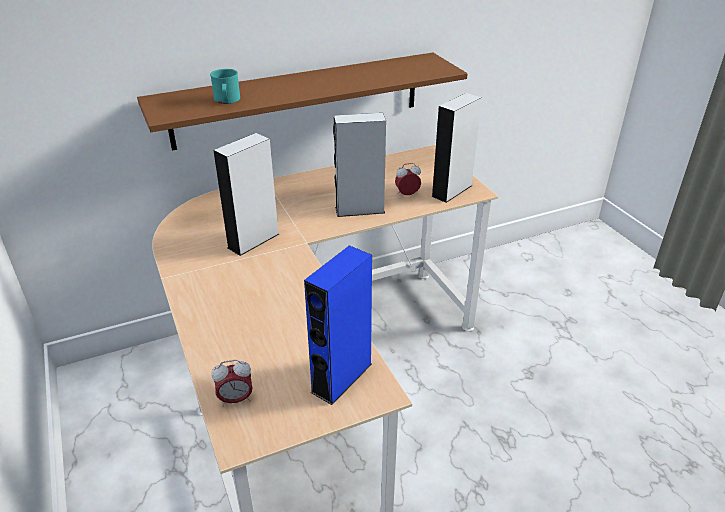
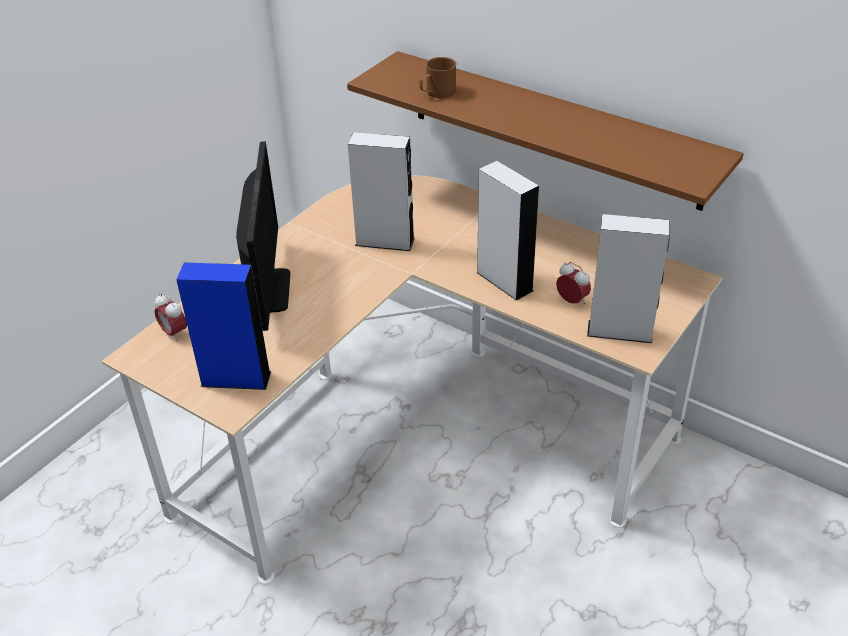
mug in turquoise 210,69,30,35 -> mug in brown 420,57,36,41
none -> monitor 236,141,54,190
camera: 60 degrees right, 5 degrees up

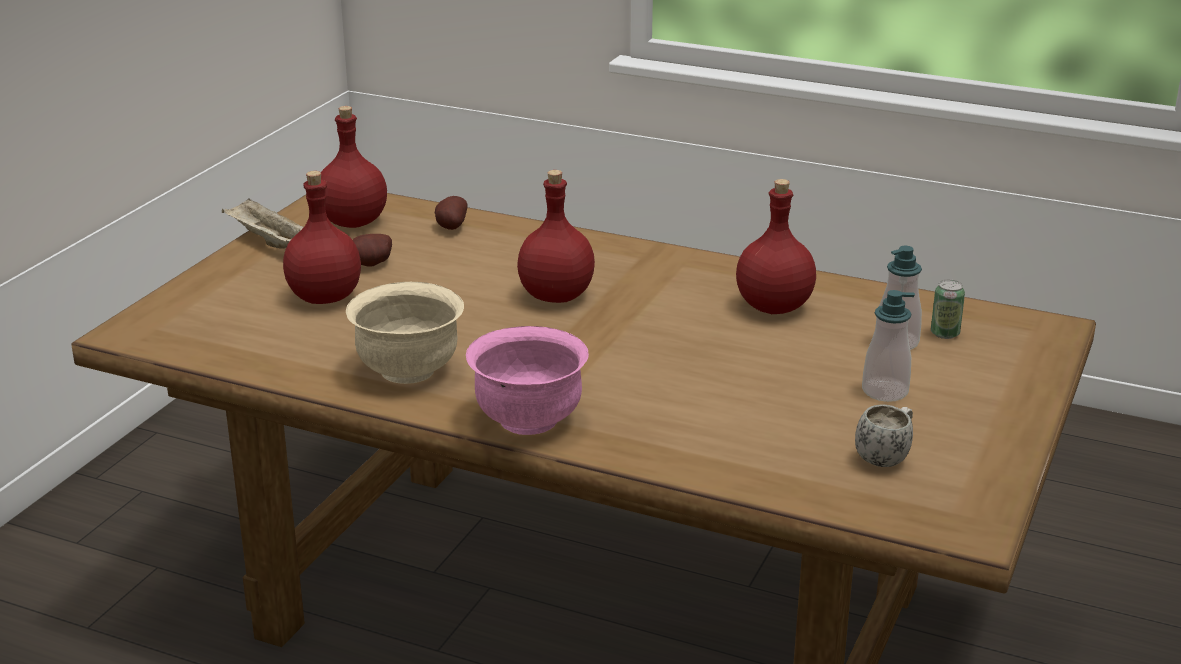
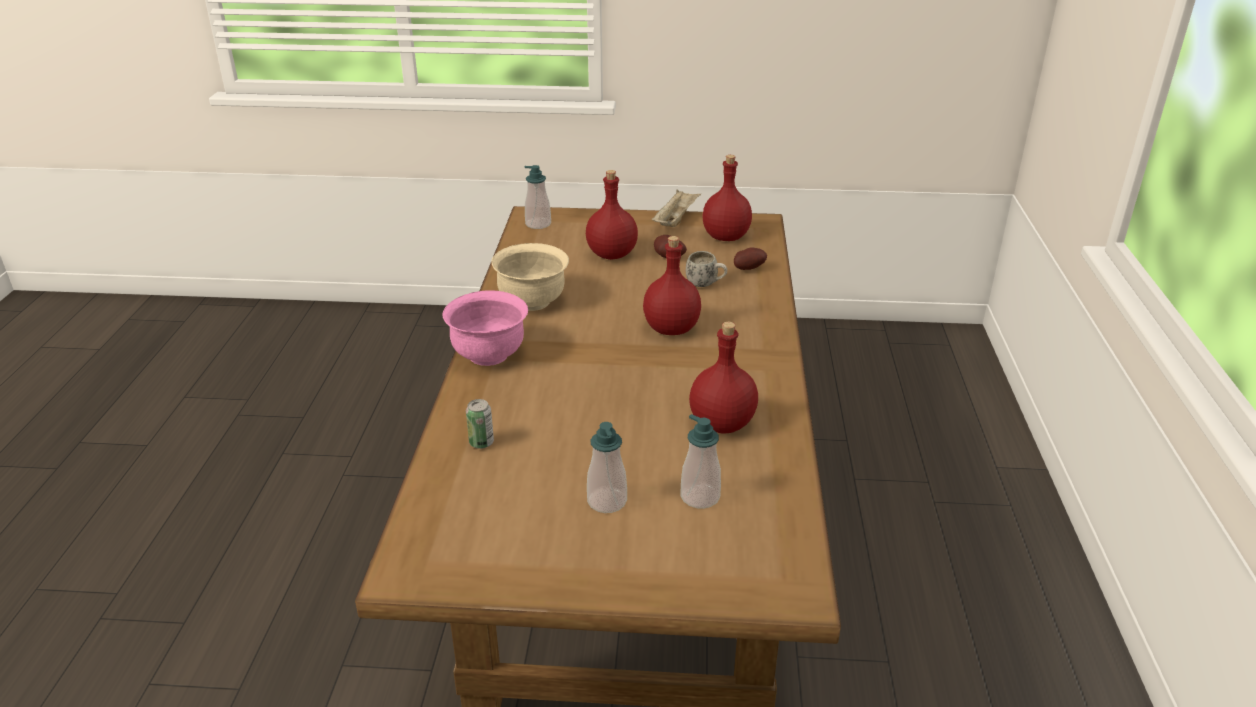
can 931,280,34,59 -> can 466,399,28,50, moved
mug in white 855,404,58,63 -> mug in white 686,251,41,36, moved
none -> soap dispenser 524,165,27,64
camera: 70 degrees right, 5 degrees up

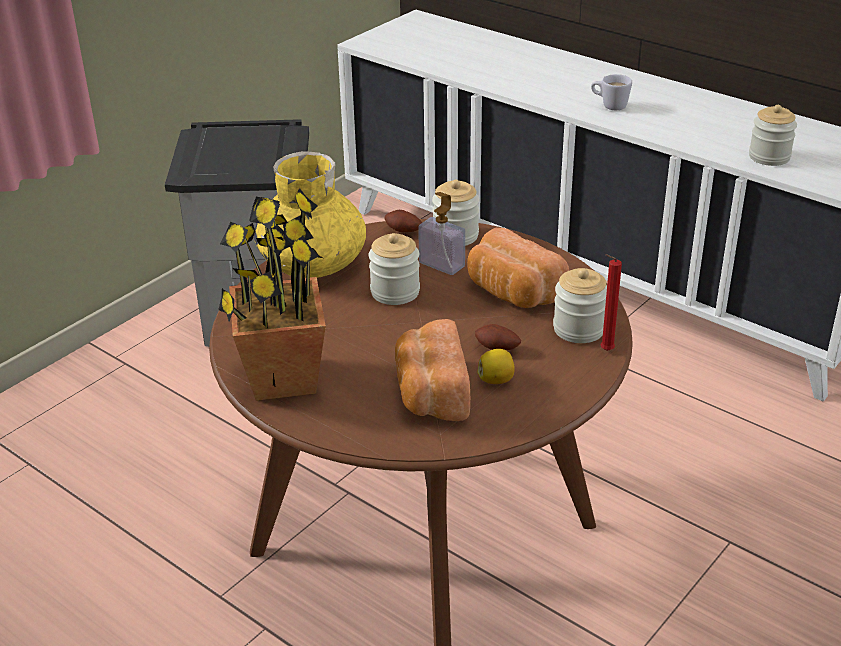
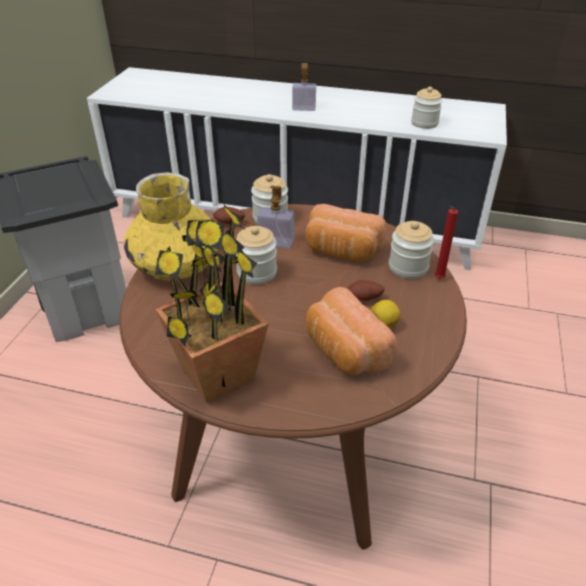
mug in white 591,74,41,36 -> soap dispenser 292,63,24,48
camera: 25 degrees left, 5 degrees up

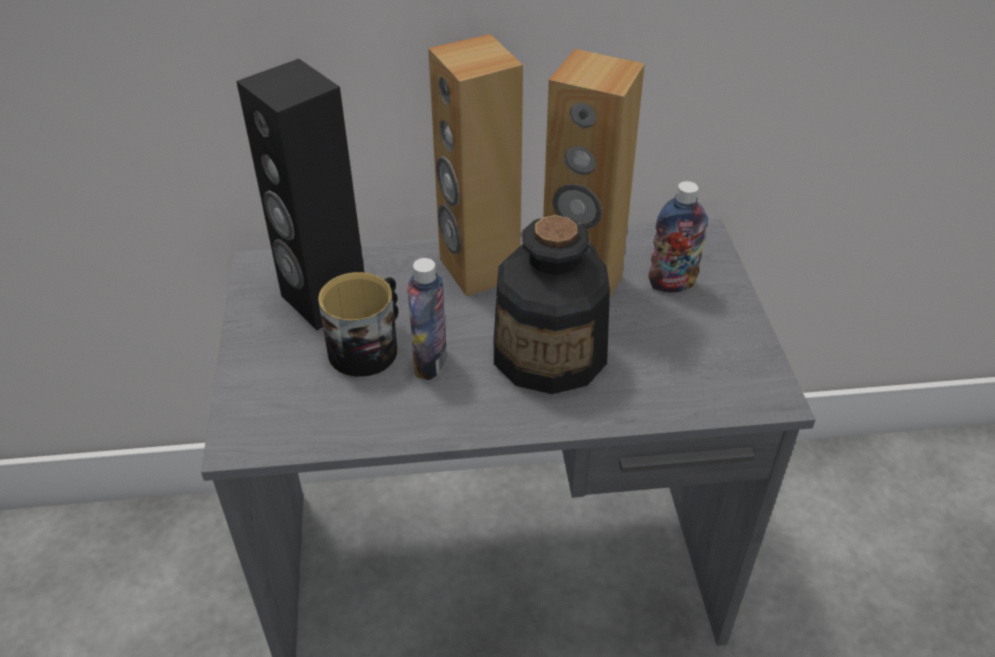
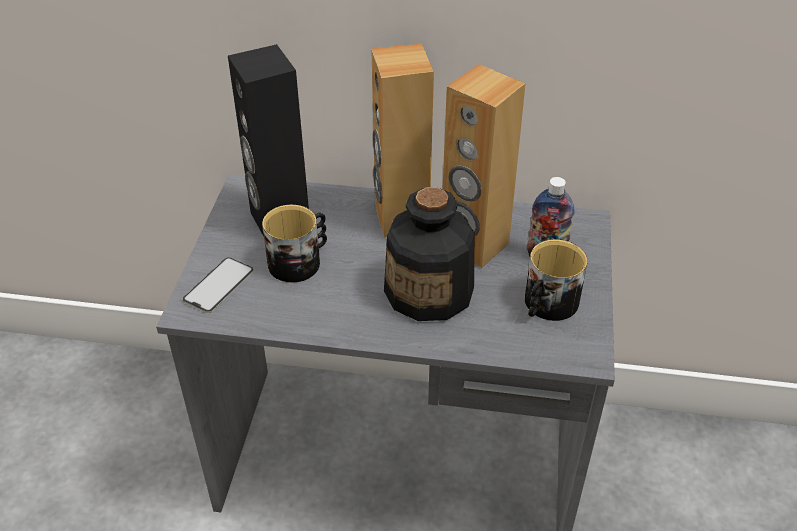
bottle 407,258,40,122 -> none
none -> mug 525,239,62,82
none -> phone 183,257,71,56
camera: 15 degrees right, 0 degrees up

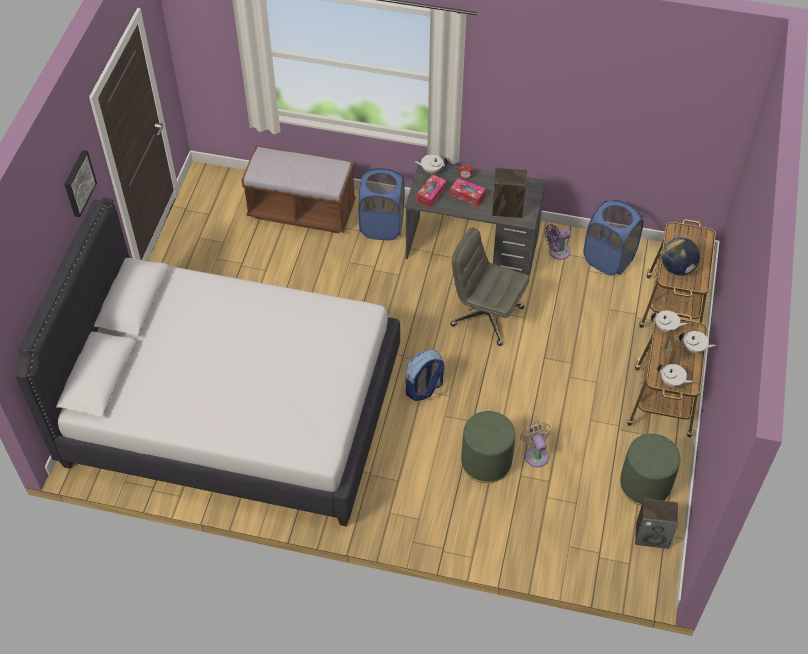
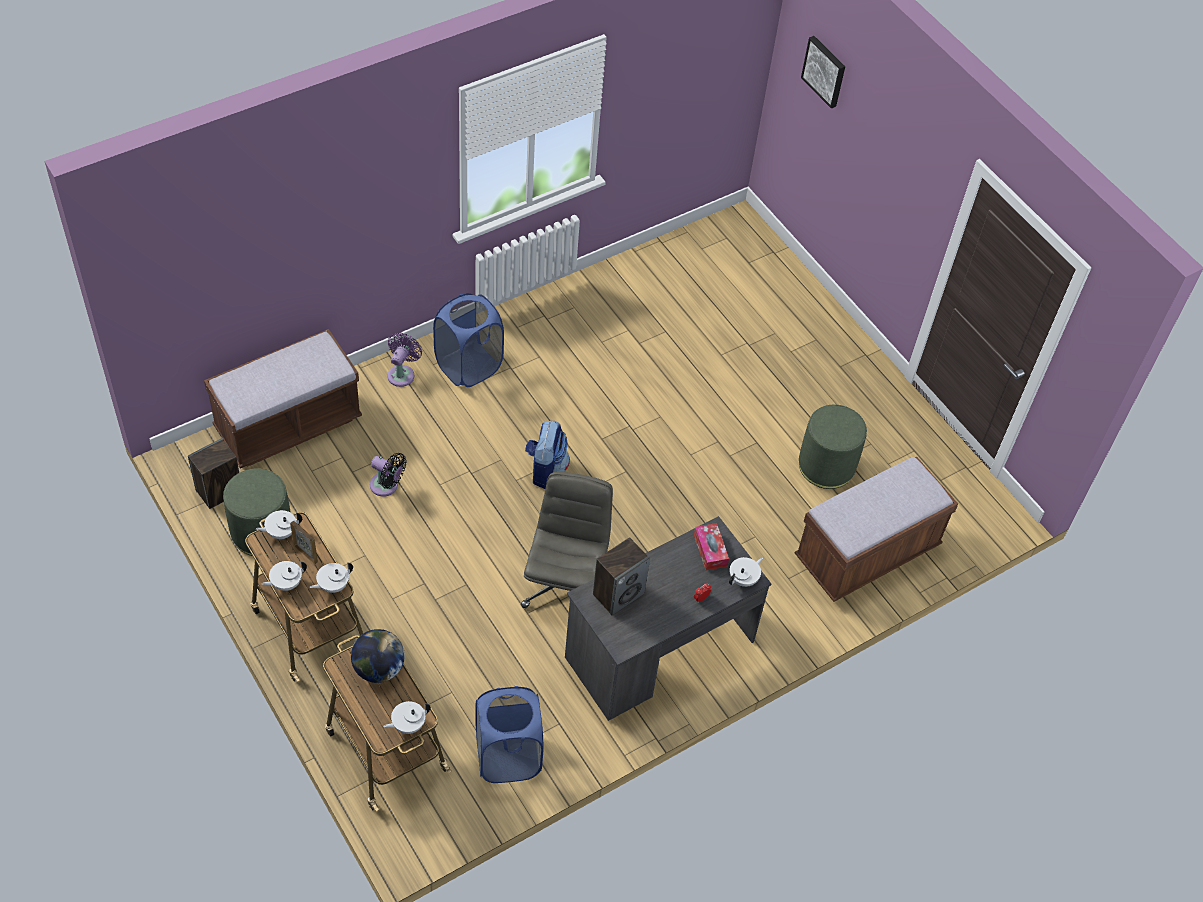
picture 65,150,32,67 -> picture 801,36,44,72, moved
laundry basket in blue 358,168,46,72 -> laundry basket in blue 433,293,71,94, moved
tissue box 450,178,36,28 -> none
bed in white 15,197,385,330 -> none
fan in purple 545,224,26,36 -> fan in purple 387,333,35,54, moved
office chair in grey 450,227,79,119 -> office chair in grey 521,471,92,137, 60 degrees counterclockwise
ottoman in green 461,411,54,72 -> ottoman in green 799,405,68,84, moved
fan in beige 520,422,32,45 -> fan in black 370,453,36,44
none -> bench in brown 204,329,158,139
none -> teapot in white 383,701,48,33
camera: 130 degrees right, 0 degrees up

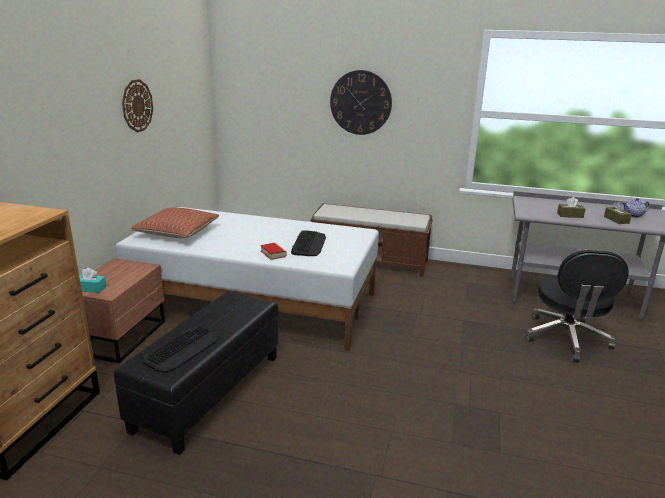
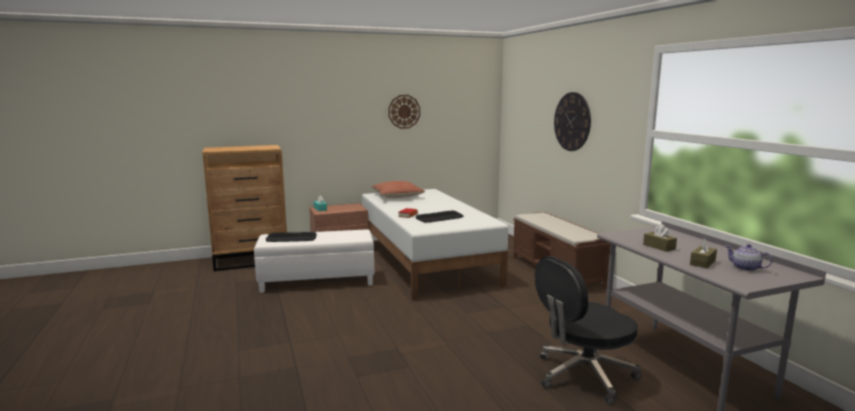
ottoman in black 114,291,164,164 -> ottoman in white 254,229,120,64
camera: 55 degrees right, 10 degrees down

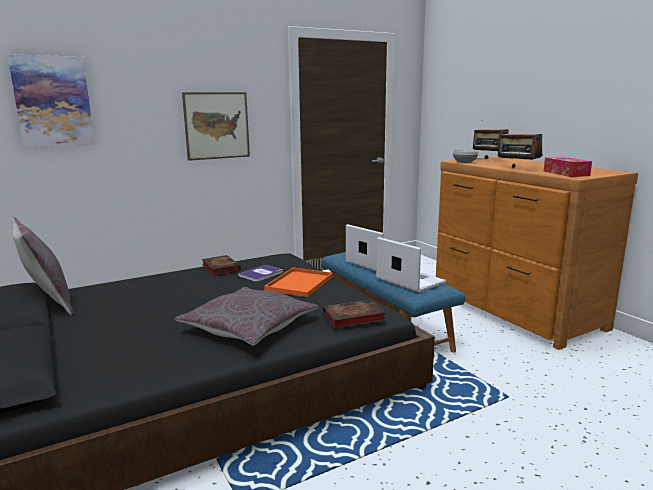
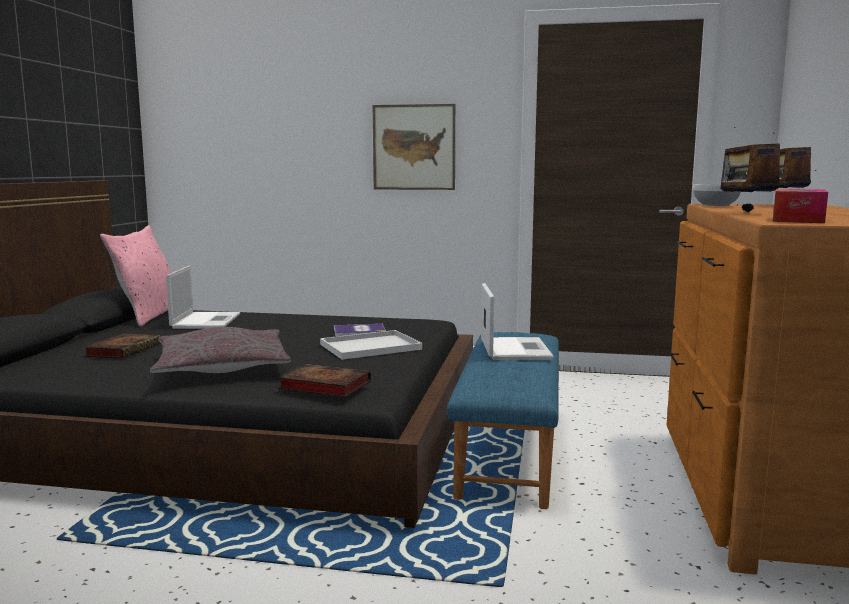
picture 7,54,88,93 -> none
pillow in grey 11,217,63,98 -> pillow in pink 100,225,71,102
laptop 376,237,70,56 -> laptop 166,266,74,63, moved
book 202,255,39,21 -> book 84,333,76,25, moved
tray in orange 264,268,69,29 -> tray in white 320,330,102,30
camera: 40 degrees right, 5 degrees down

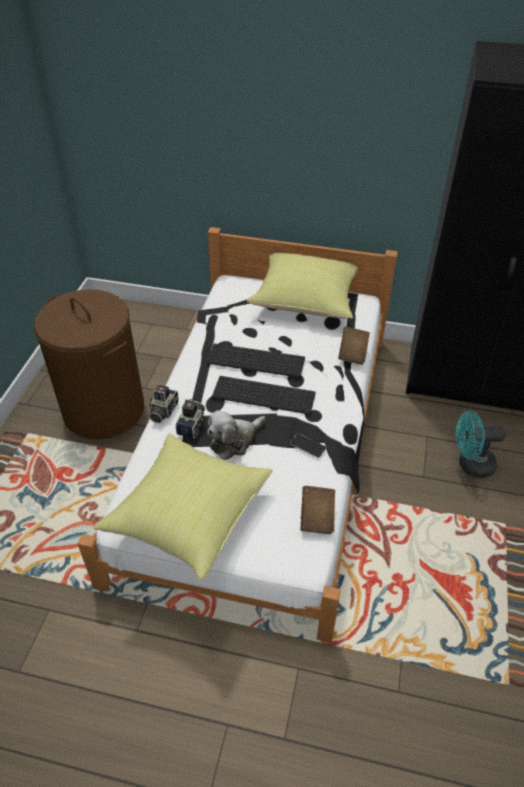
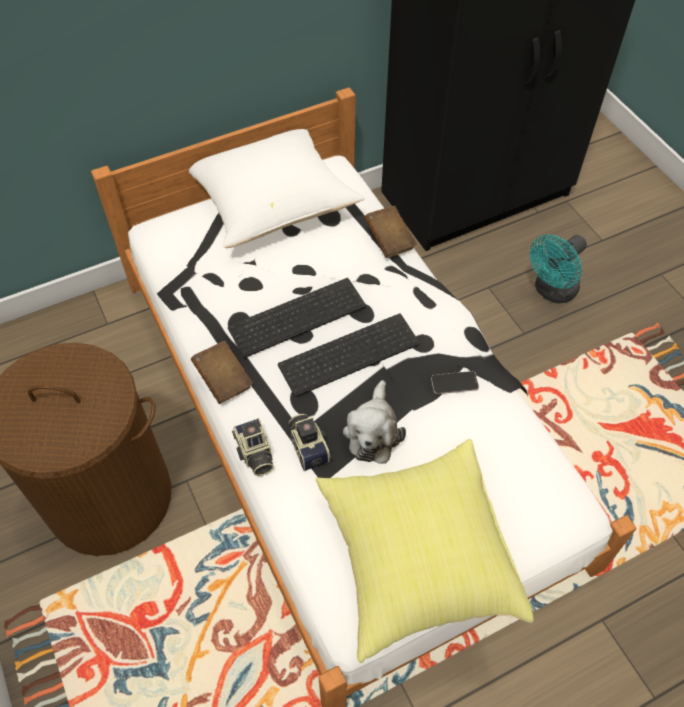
pillow in yellow 247,253,111,66 -> pillow in white 189,129,176,119
book in brown 300,486,35,48 -> book in brown 191,341,62,63, moved
camera: 40 degrees left, 10 degrees up

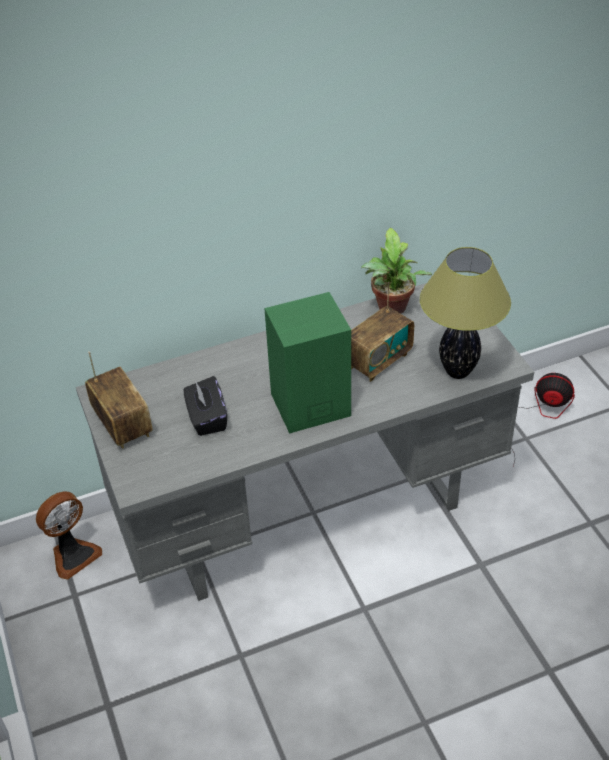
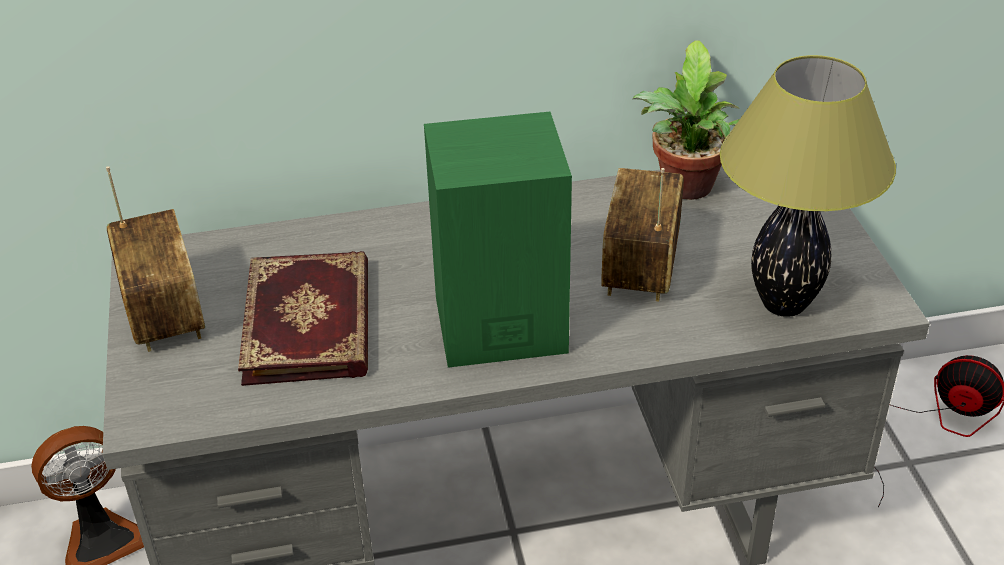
radio 351,282,63,100 -> radio 601,168,83,133, 135 degrees clockwise
tissue box in black 184,376,43,60 -> book 238,251,130,135
camera: 10 degrees right, 5 degrees down

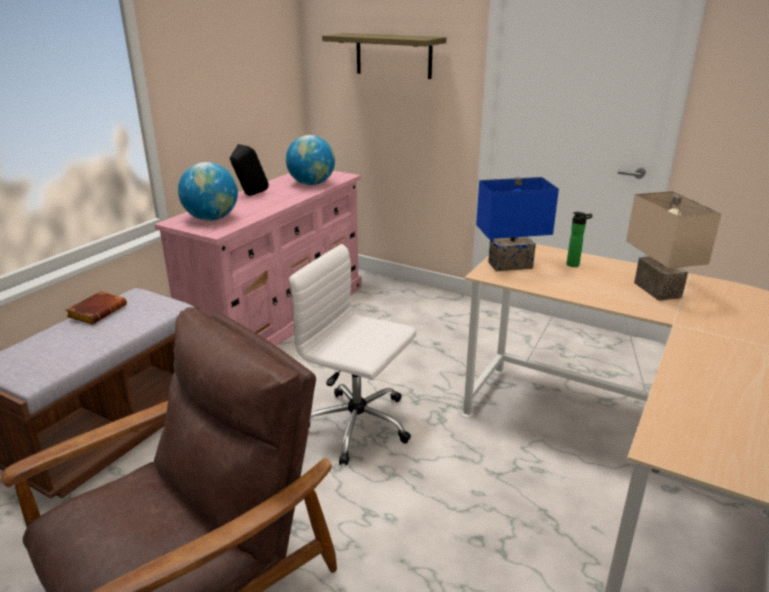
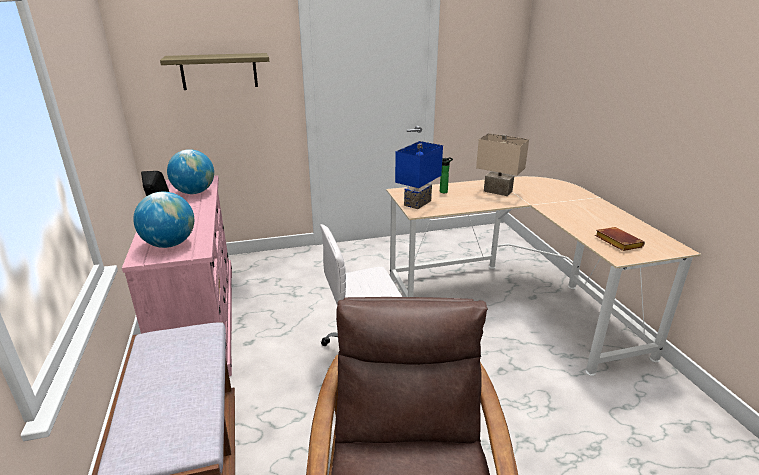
book in brown 65,291,62,34 -> book in brown 595,227,50,24, moved
camera: 45 degrees left, 0 degrees up

